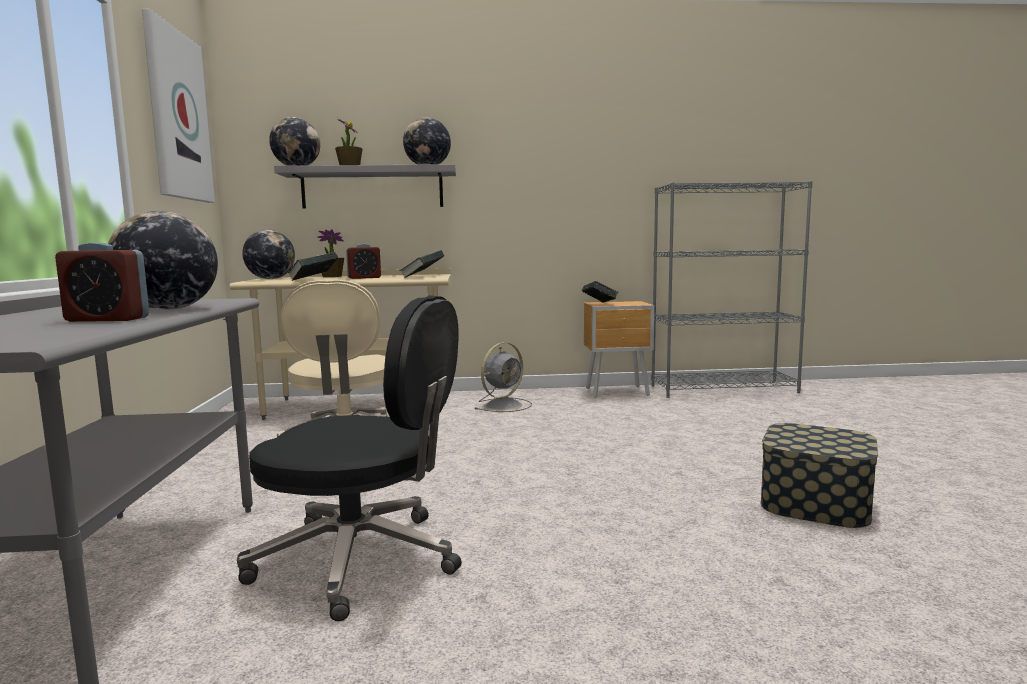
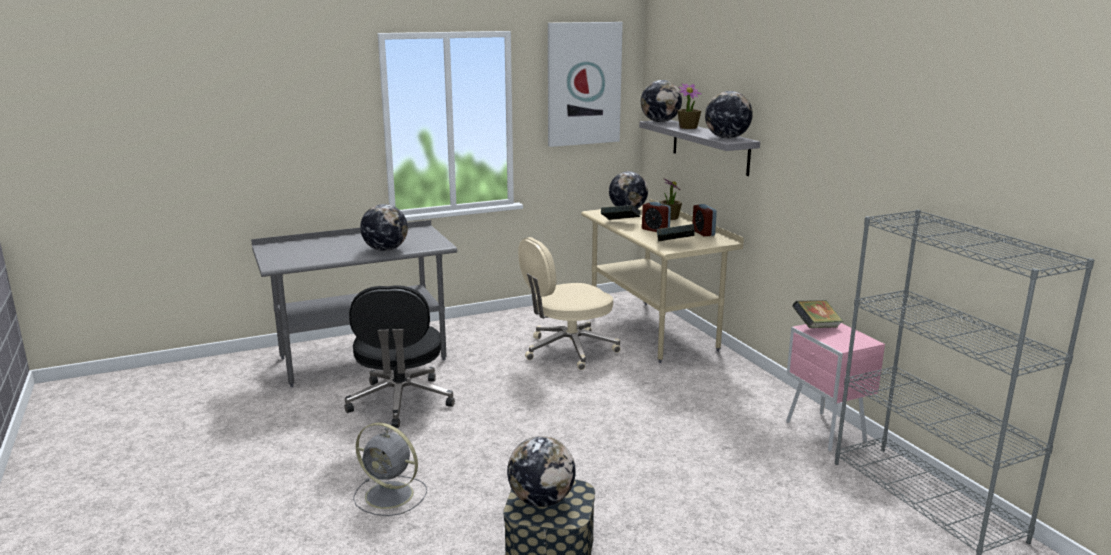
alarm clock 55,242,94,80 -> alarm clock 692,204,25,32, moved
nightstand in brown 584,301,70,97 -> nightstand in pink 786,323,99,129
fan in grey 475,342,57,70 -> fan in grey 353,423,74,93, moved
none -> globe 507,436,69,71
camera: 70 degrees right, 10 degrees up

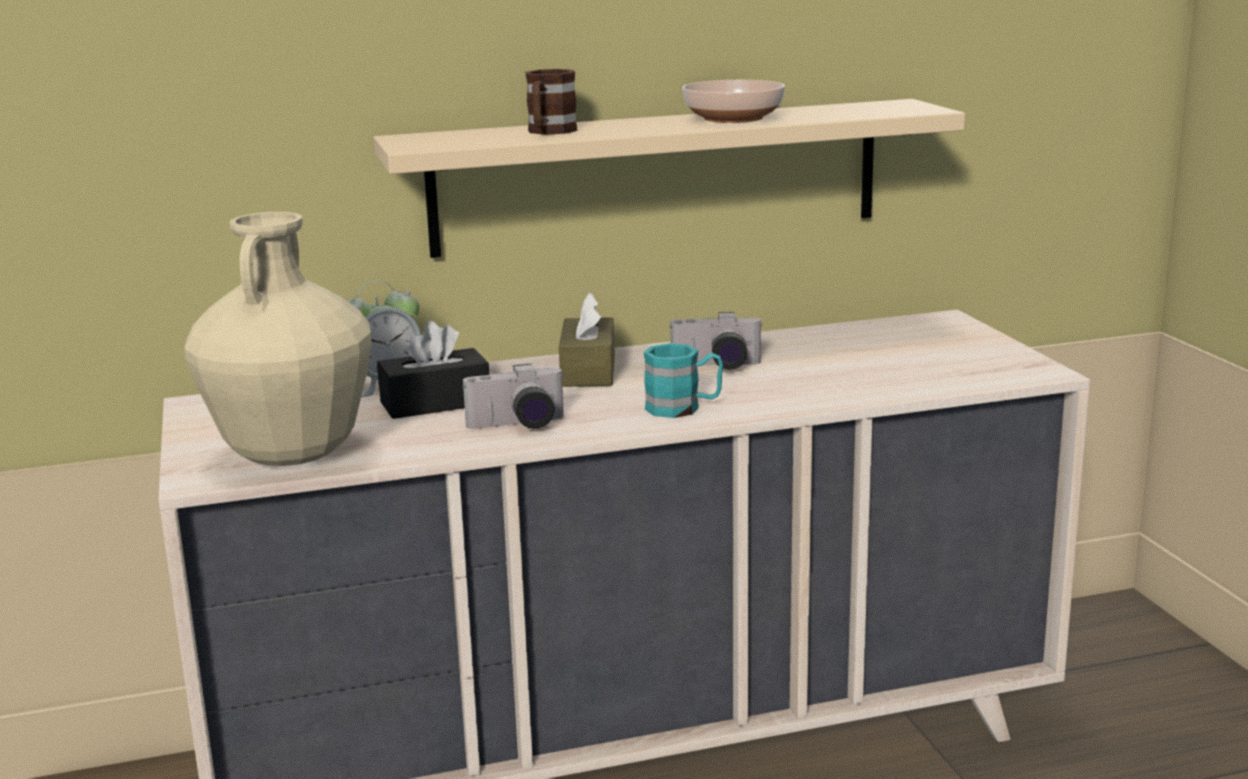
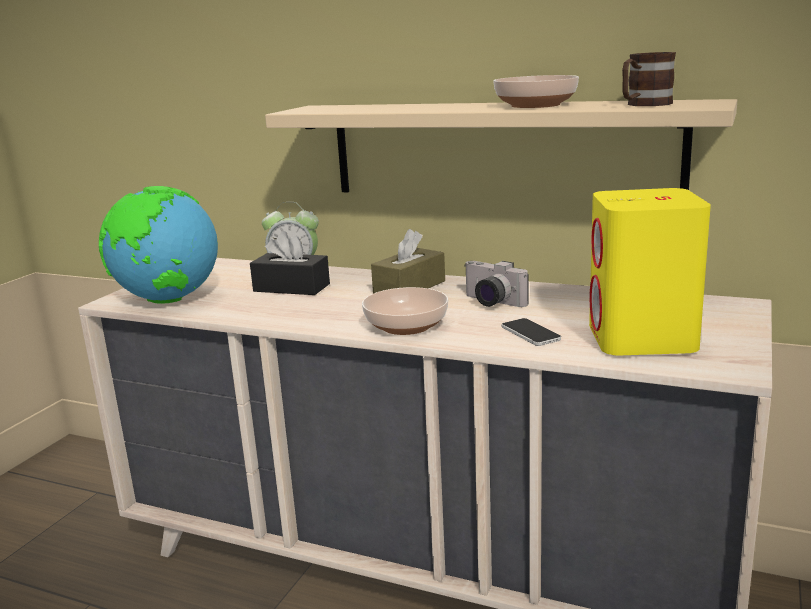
mug in brown 525,69,52,66 -> mug in brown 622,52,54,54, moved
vase in beige 184,212,188,254 -> globe 99,186,119,118
mug in turquoise 644,343,79,75 -> bowl 362,287,86,48
photo camera 462,364,103,65 -> none
none -> speaker in yellow 589,188,122,167
none -> phone 502,318,59,28
camera: 40 degrees right, 0 degrees up

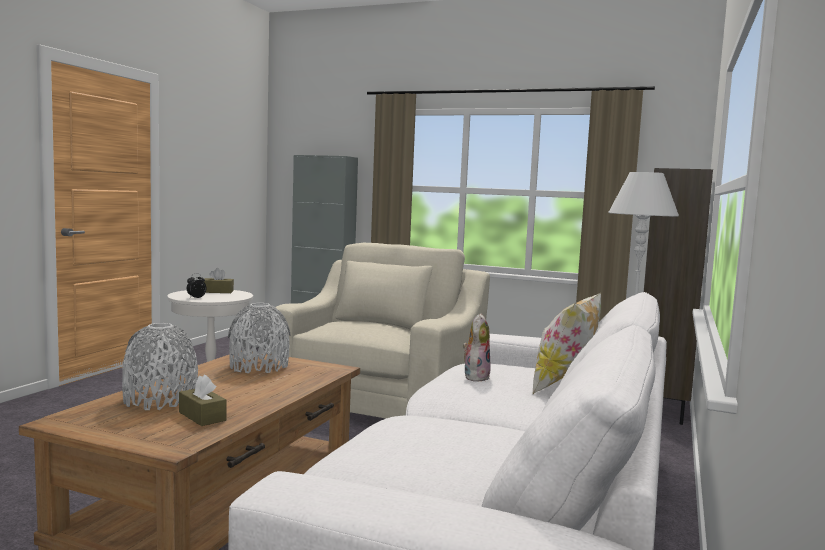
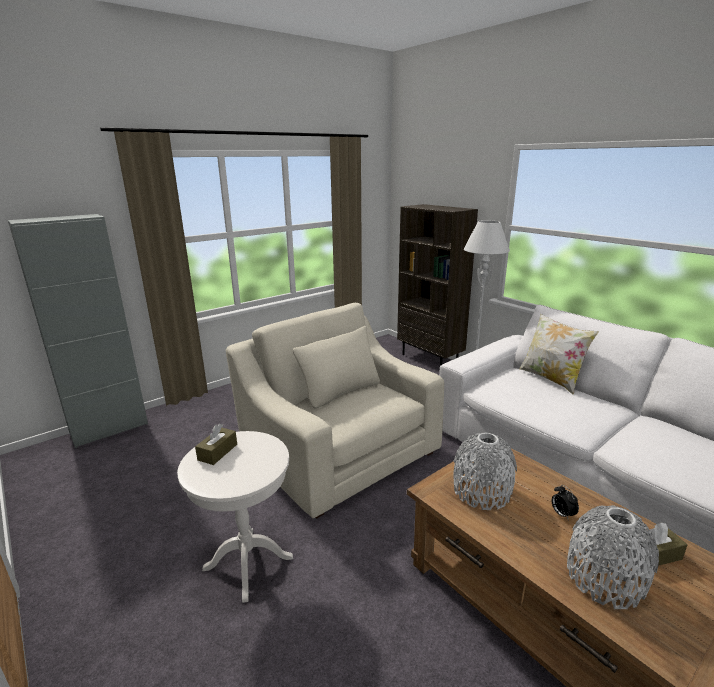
alarm clock 187,274,19,24 -> alarm clock 552,485,27,34, moved
plush toy 463,314,28,68 -> none
camera: 60 degrees left, 15 degrees up

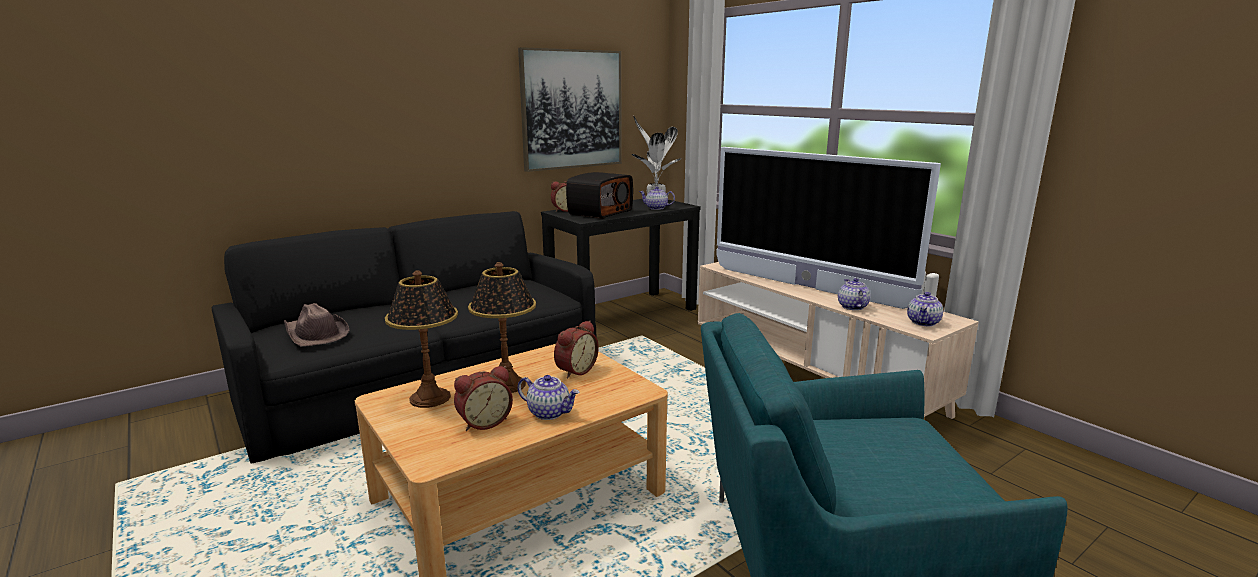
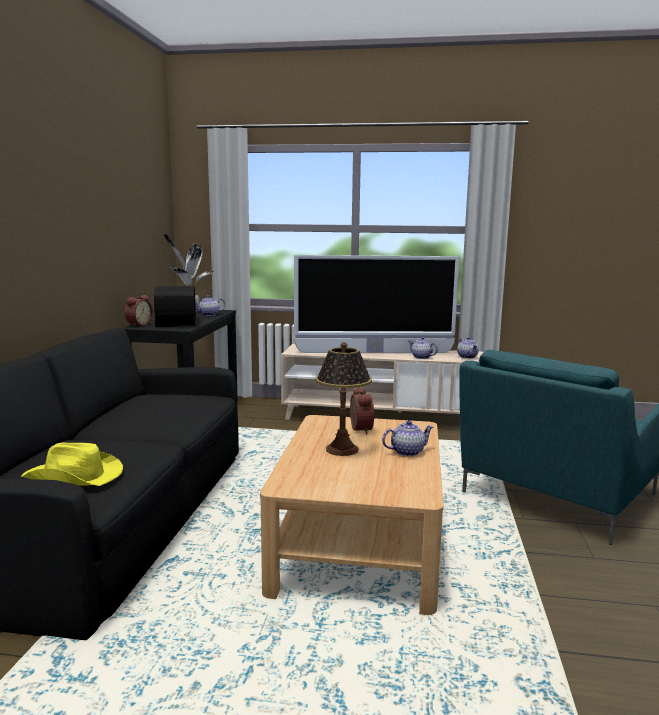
picture 518,47,104,125 -> none
table lamp 385,270,73,138 -> none
hat in brown 284,303,65,43 -> hat in yellow 21,443,102,43
alarm clock 454,366,59,65 -> none
camera: 45 degrees left, 5 degrees down

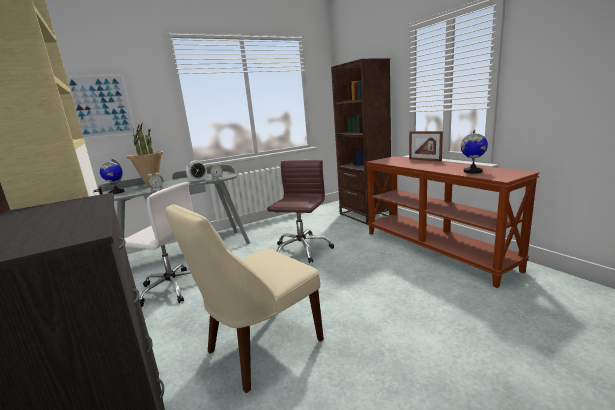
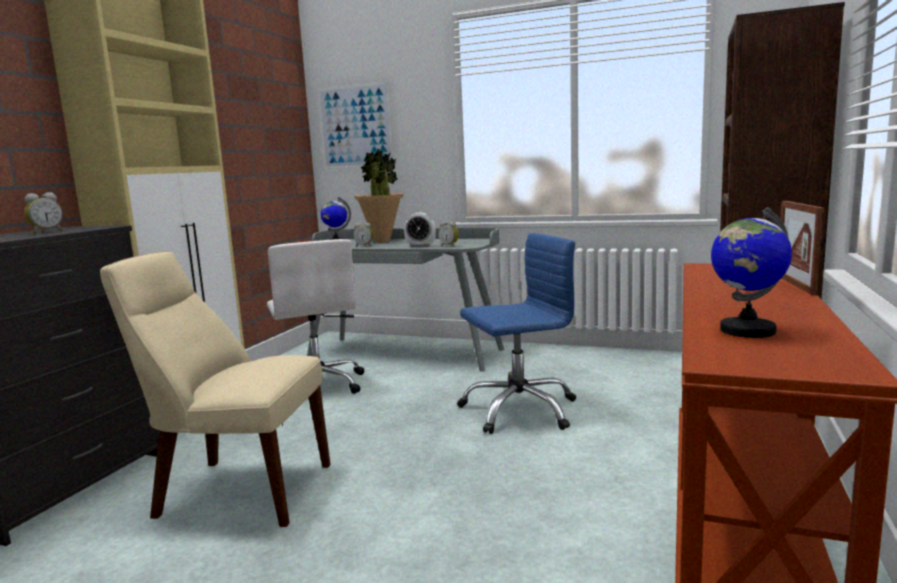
office chair in brown 267,160,67,103 -> office chair in blue 457,233,119,201
none -> alarm clock 24,192,39,42
camera: 50 degrees right, 5 degrees down

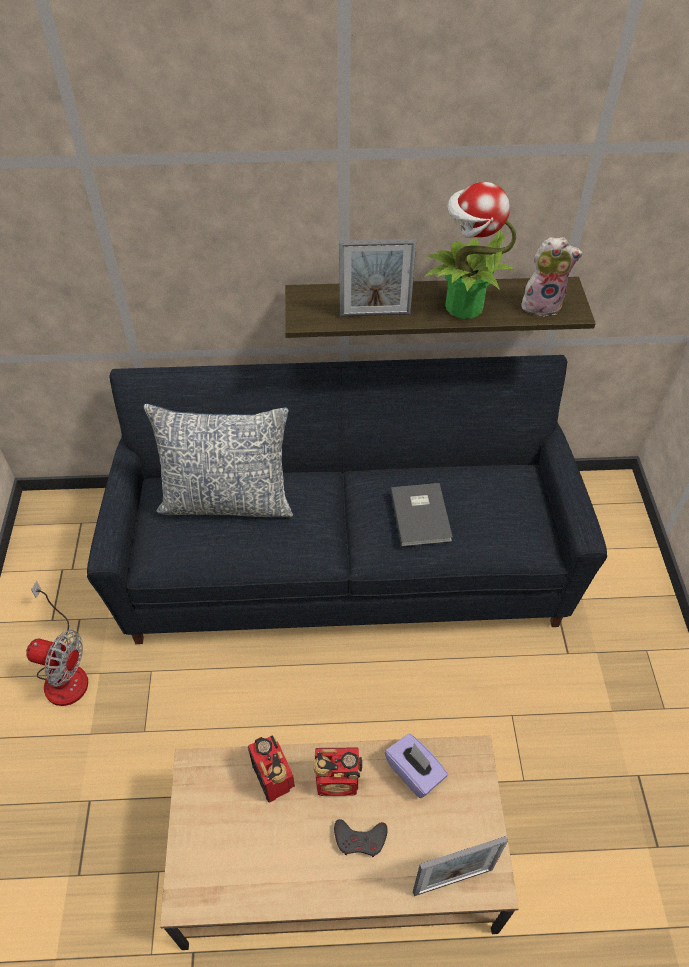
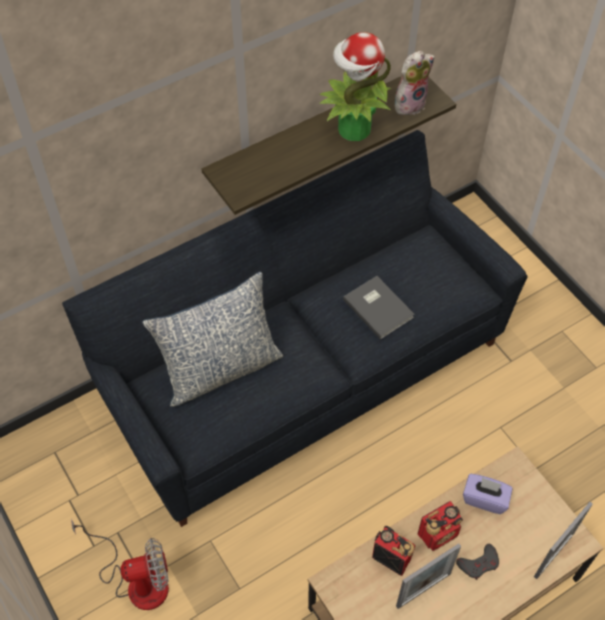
picture frame 339,239,77,78 -> picture frame 396,543,65,66, moved
camera: 30 degrees left, 5 degrees up

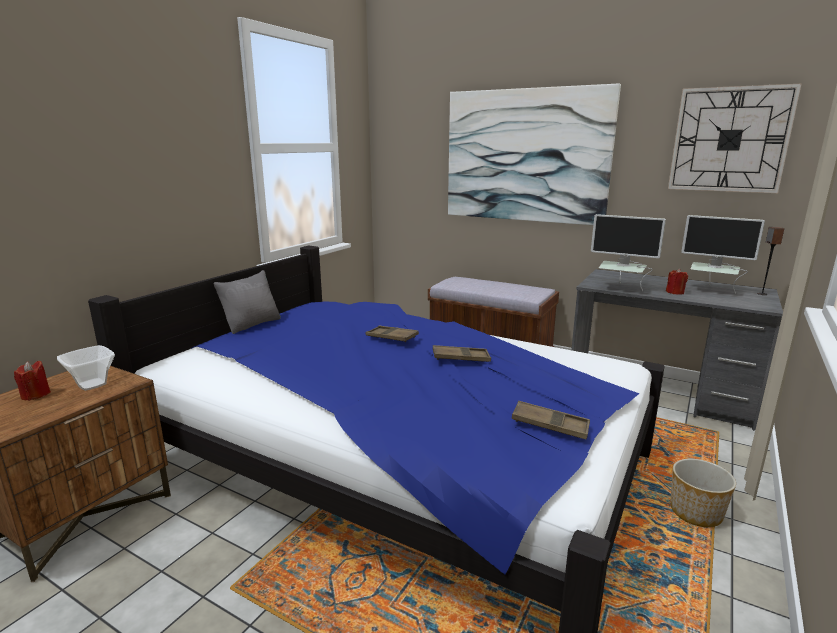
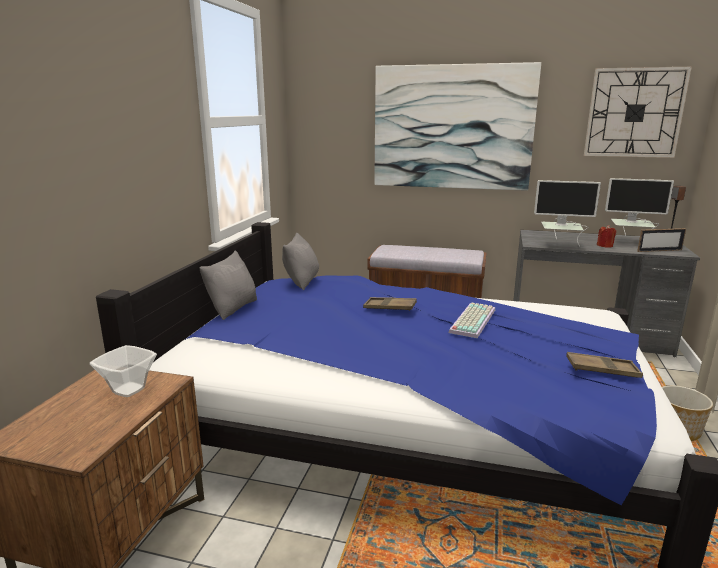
tray in brown 433,345,58,17 -> keyboard 448,303,47,35
candle in red 14,361,37,40 -> none
none -> picture frame 637,228,49,24
none -> pillow in grey 282,232,37,59
camera: 15 degrees left, 0 degrees up

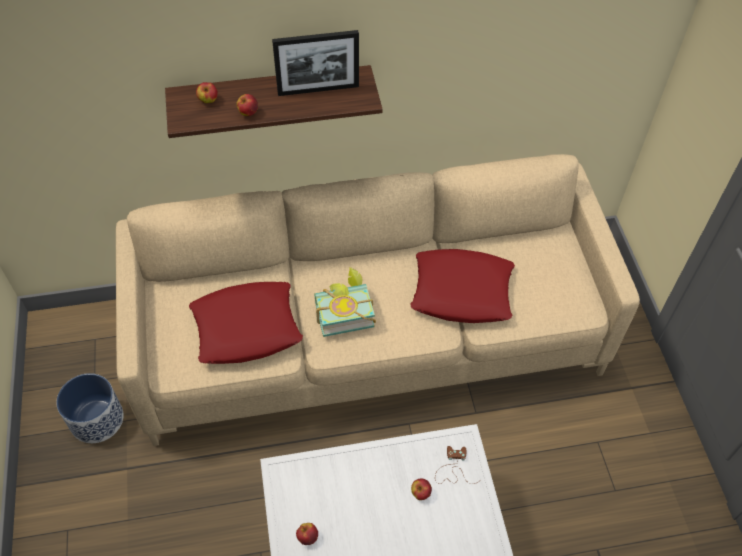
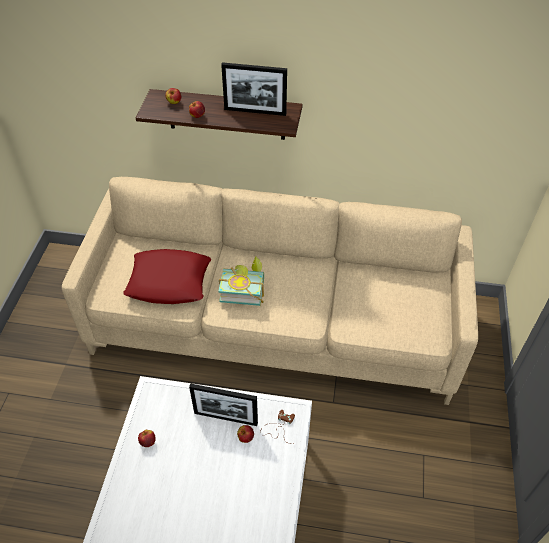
pillow in red 411,249,104,74 -> none
planter 56,373,68,70 -> none
none -> picture frame 189,383,69,43
camera: 20 degrees right, 5 degrees down

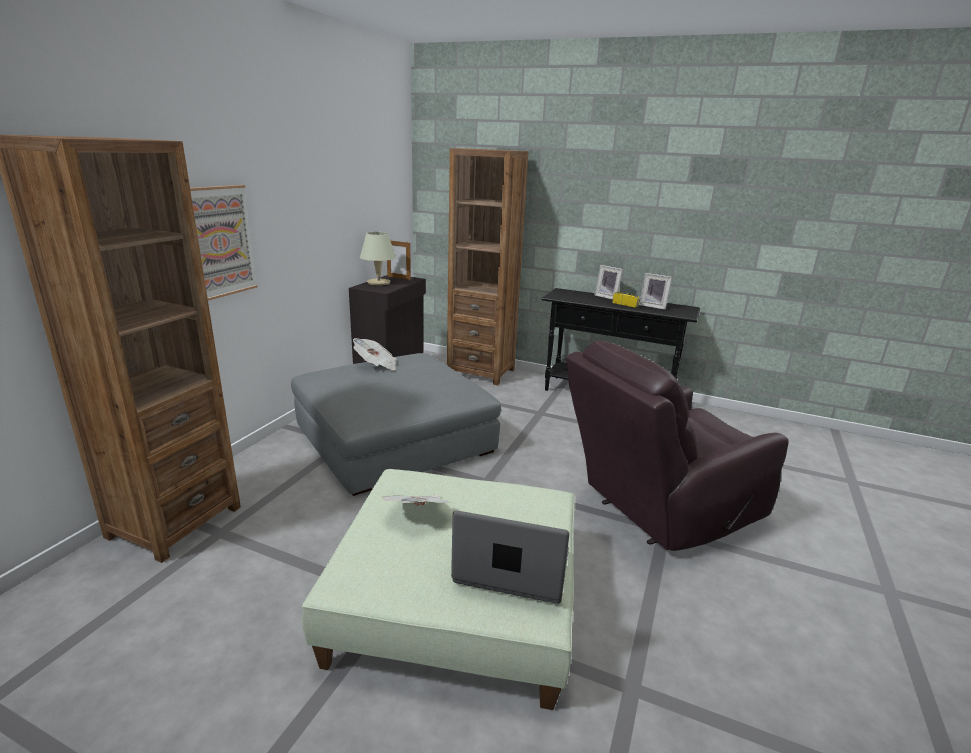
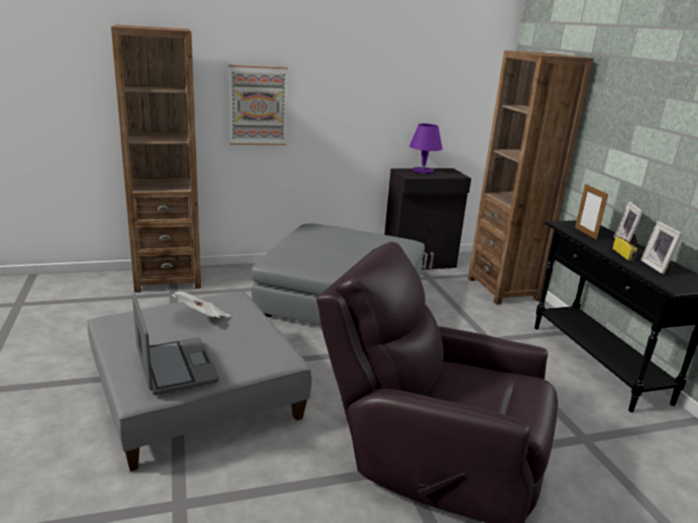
table lamp in beige 360,232,36,54 -> table lamp in purple 409,123,33,51
picture frame 387,239,24,41 -> picture frame 575,184,33,56, moved
newspaper 353,338,43,32 -> none
ottoman in green 302,469,273,241 -> ottoman in grey 87,292,225,179
camera: 50 degrees right, 0 degrees up

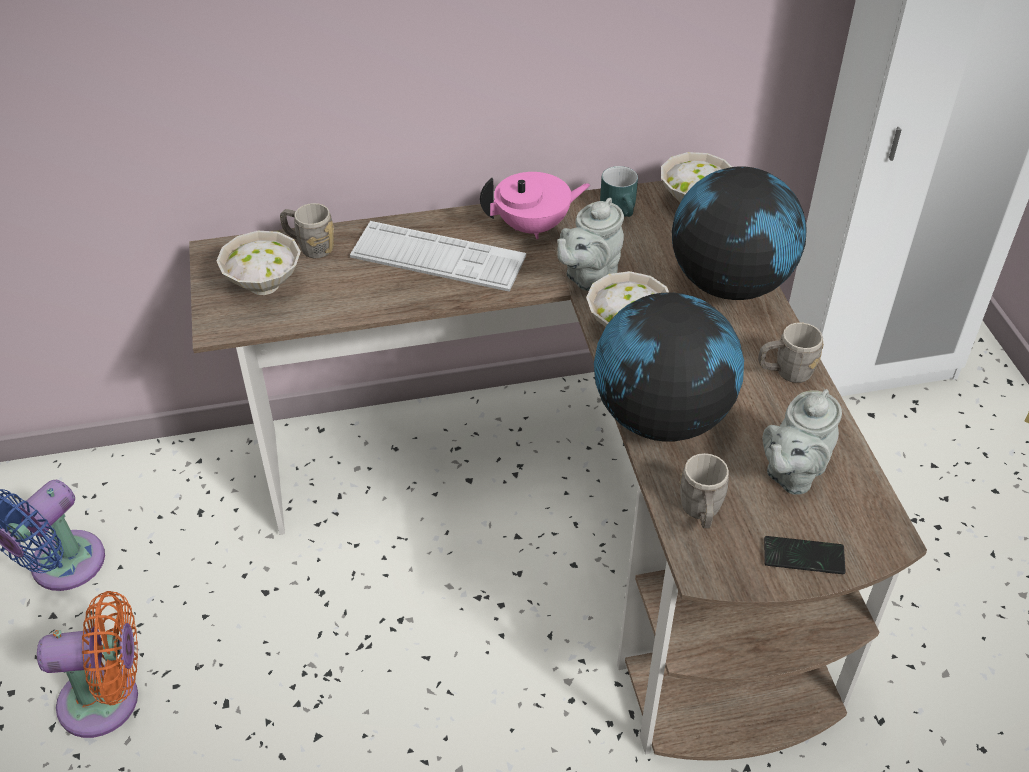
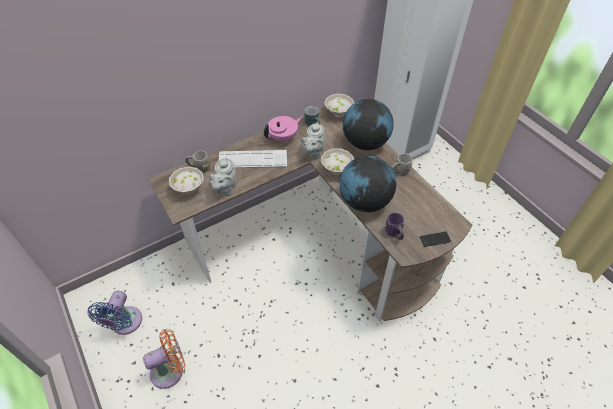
teapot in grey 762,389,80,106 -> teapot in grey 210,157,26,39, moved
mug in grey 679,453,50,75 -> mug in purple 385,213,19,27
camera: 20 degrees left, 5 degrees up

